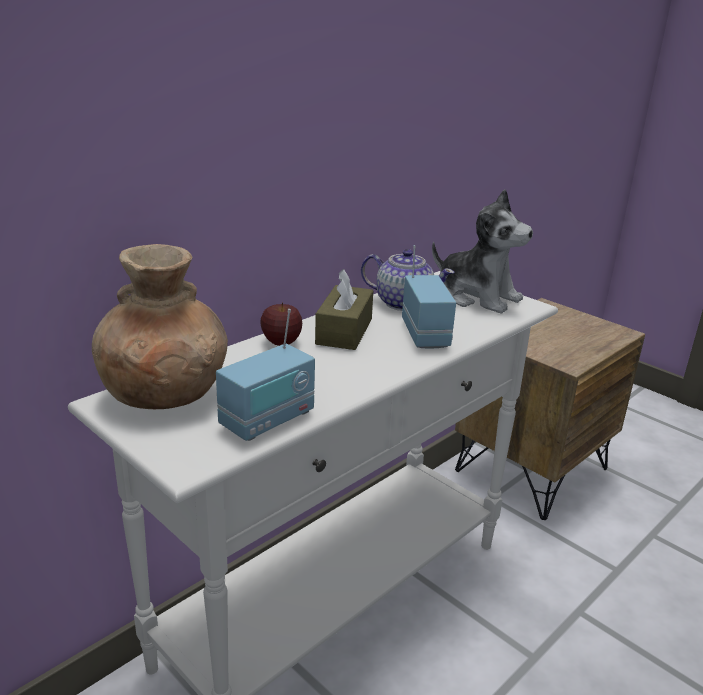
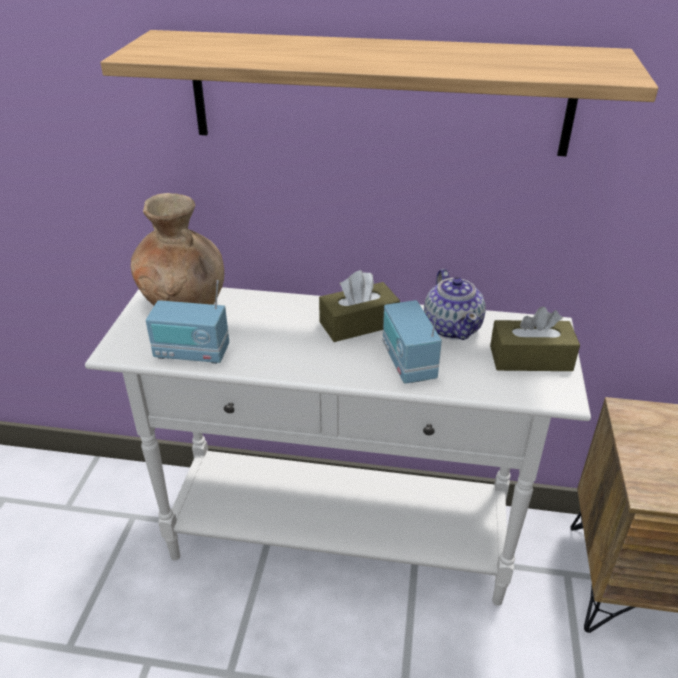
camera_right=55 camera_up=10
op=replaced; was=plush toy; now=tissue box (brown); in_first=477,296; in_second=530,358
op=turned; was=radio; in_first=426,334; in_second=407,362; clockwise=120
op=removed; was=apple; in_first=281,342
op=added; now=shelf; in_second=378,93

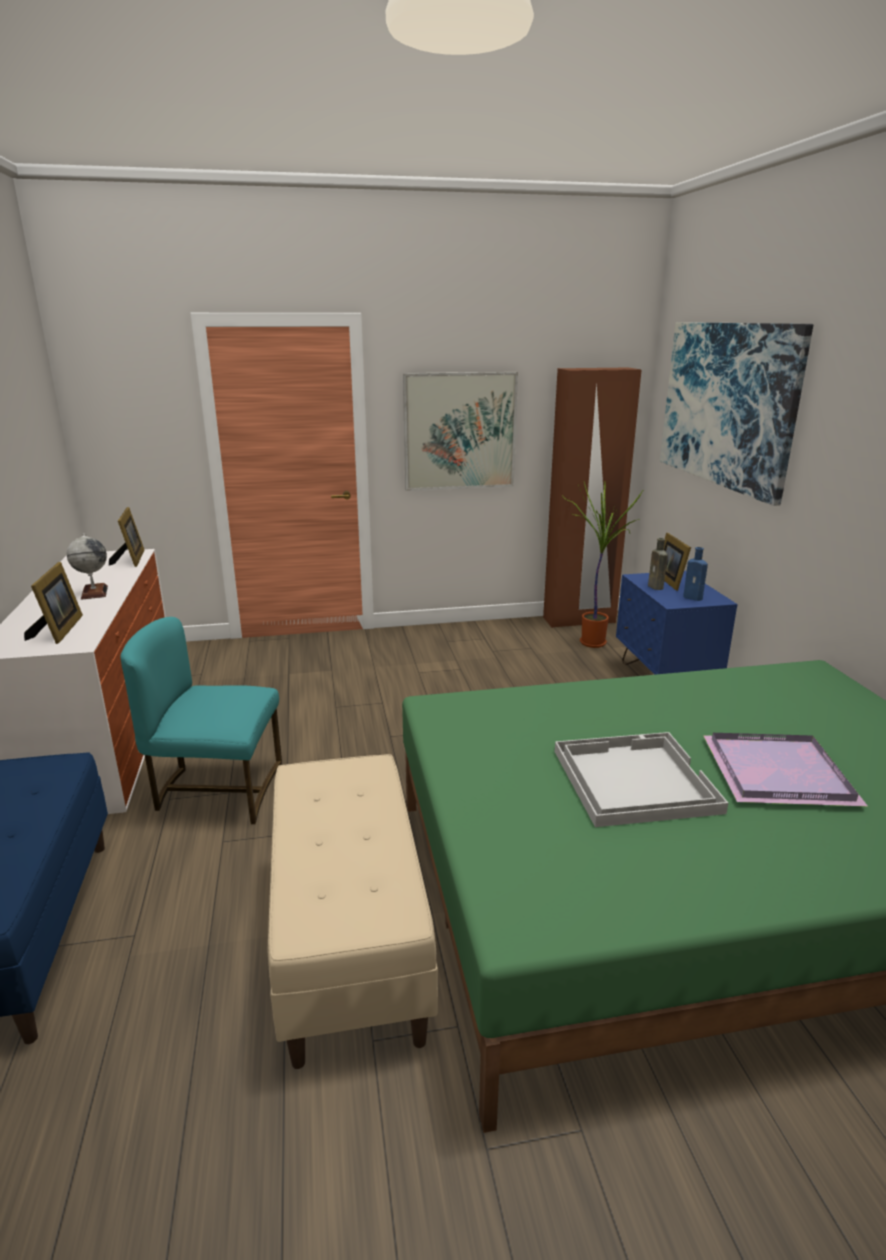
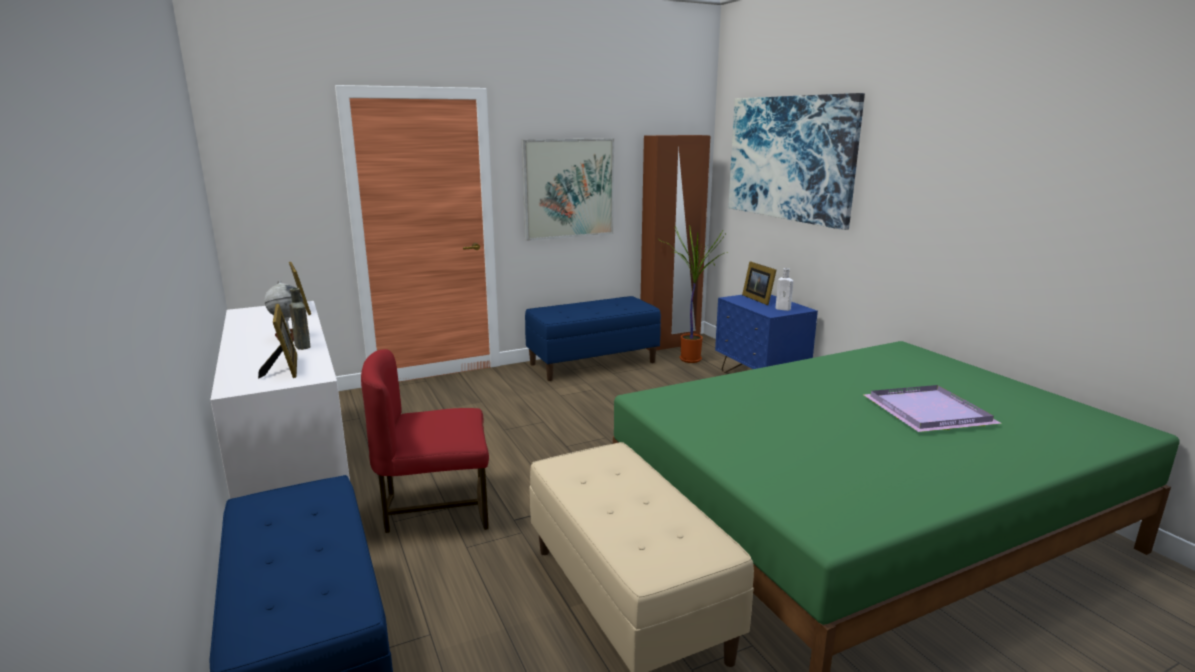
camera_right=-15 camera_up=-5
op=moved; was=bottle (brown); in_first=656,587; in_second=303,346
op=recoloured; was=bottle (blue); now=bottle (white); in_first=694,598; in_second=784,309
op=recoloured; was=chair (turquoise); now=chair (red); in_first=218,790; in_second=436,508
op=removed; was=tray (white); in_first=632,780
op=added; now=bench (blue); in_second=593,363

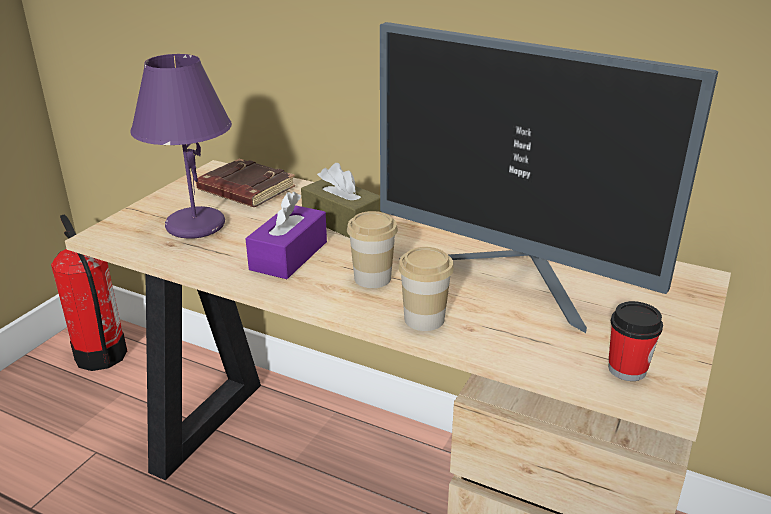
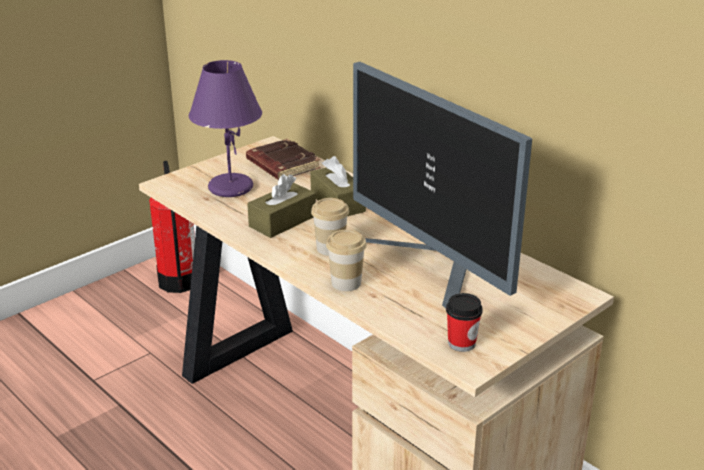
camera_right=20 camera_up=0
op=recoloured; was=tissue box (purple); now=tissue box (brown); in_first=289,256; in_second=282,221

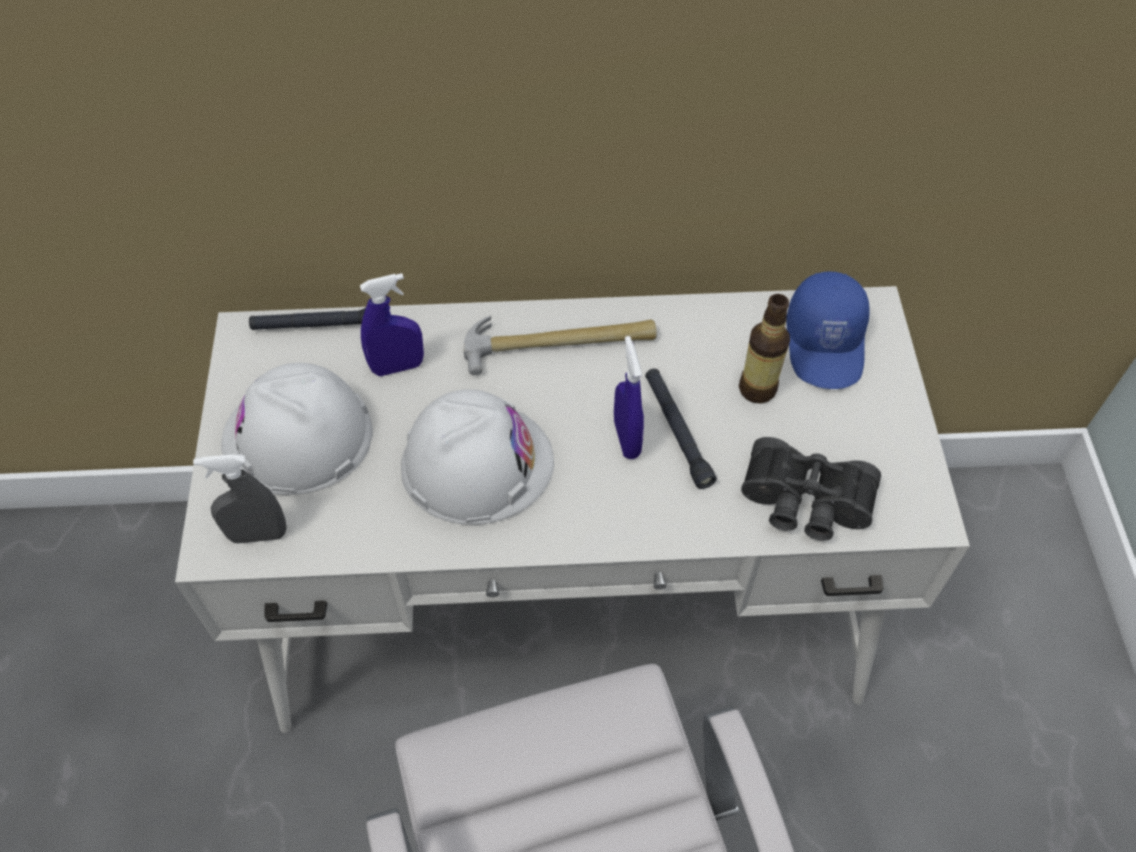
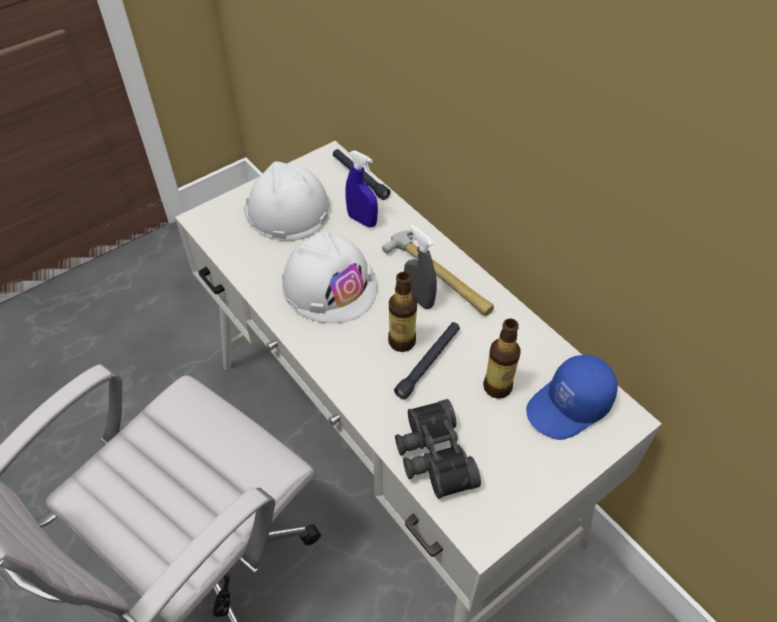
camera_right=55 camera_up=-5
op=replaced; was=spray bottle (blue); now=bottle; in_first=626,439; in_second=402,341
op=moved; was=spray bottle (grey); in_first=258,535; in_second=419,299

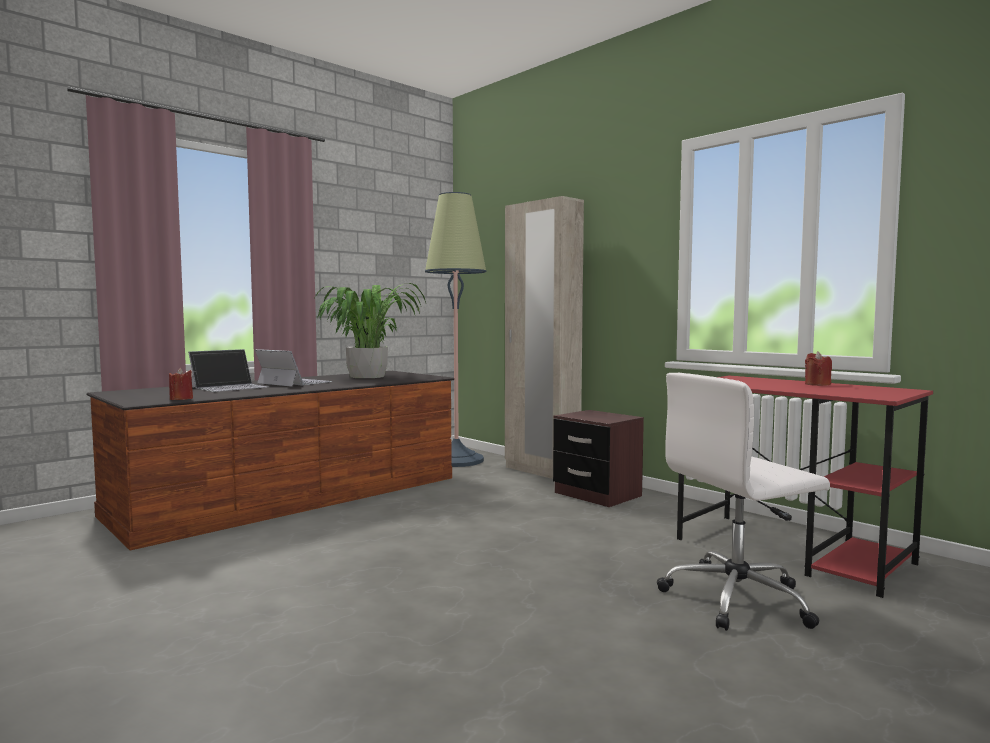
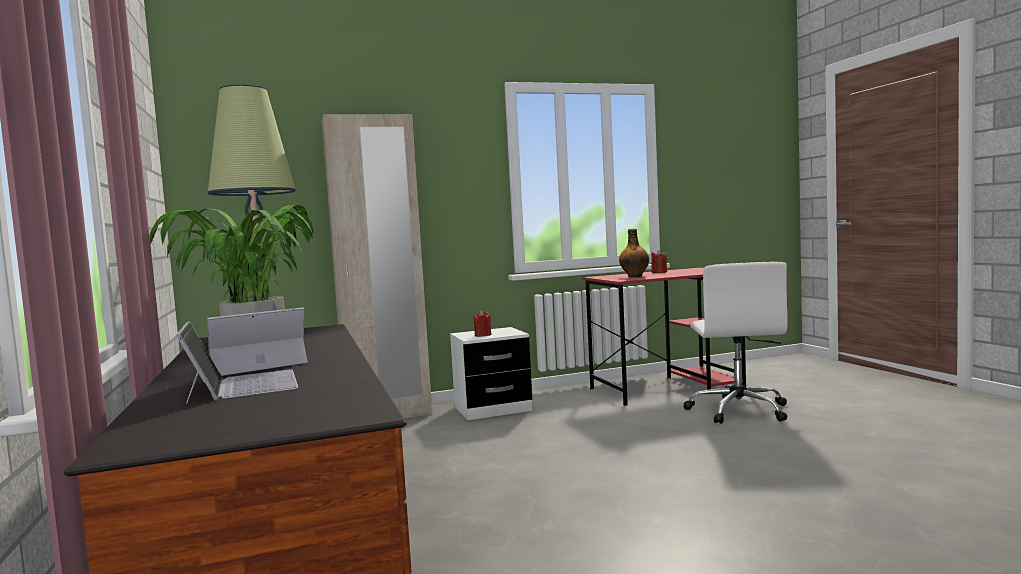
camera_right=-65 camera_up=0
op=moved; was=candle (red); in_first=181,399; in_second=483,335
op=recoloured; was=nightstand (brown); now=nightstand (white); in_first=597,495; in_second=492,409
op=added; now=bottle; in_second=635,276

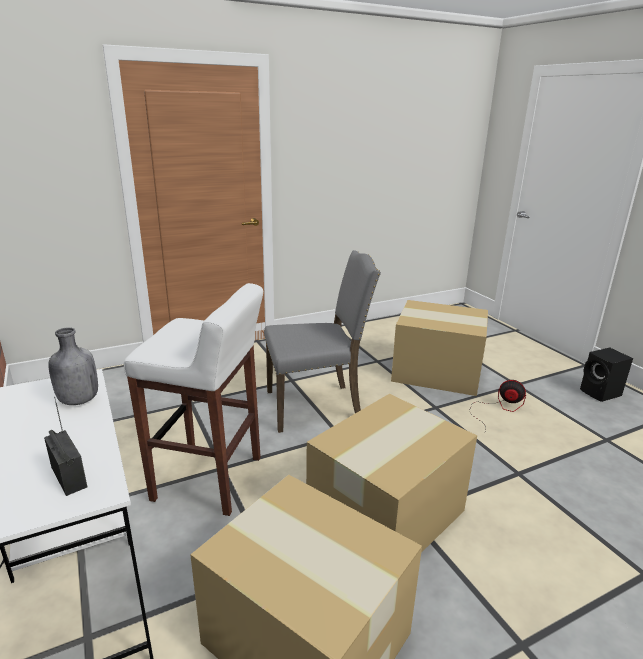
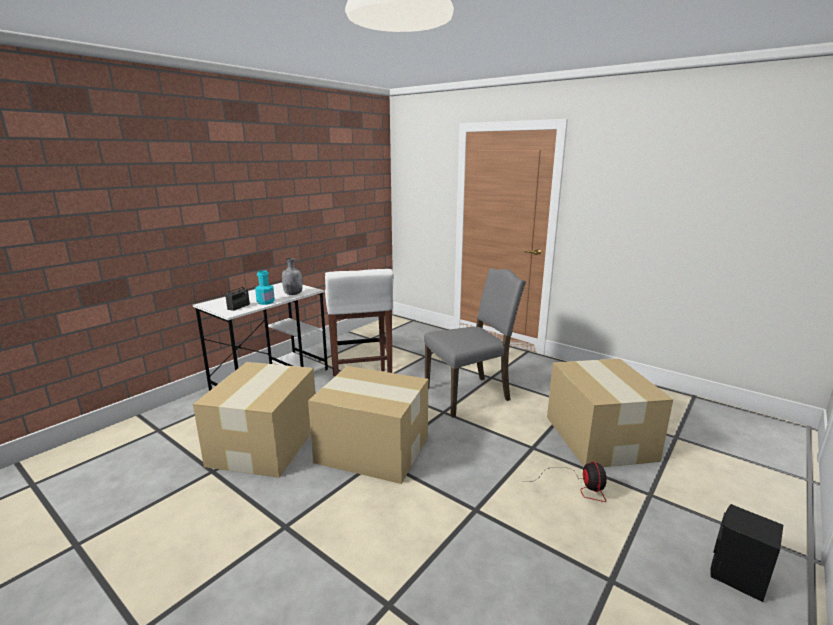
camera_right=65 camera_up=-5
op=turned; was=chair (grey); in_first=315,405; in_second=469,394; clockwise=-75
op=added; now=bottle (turquoise); in_second=265,302

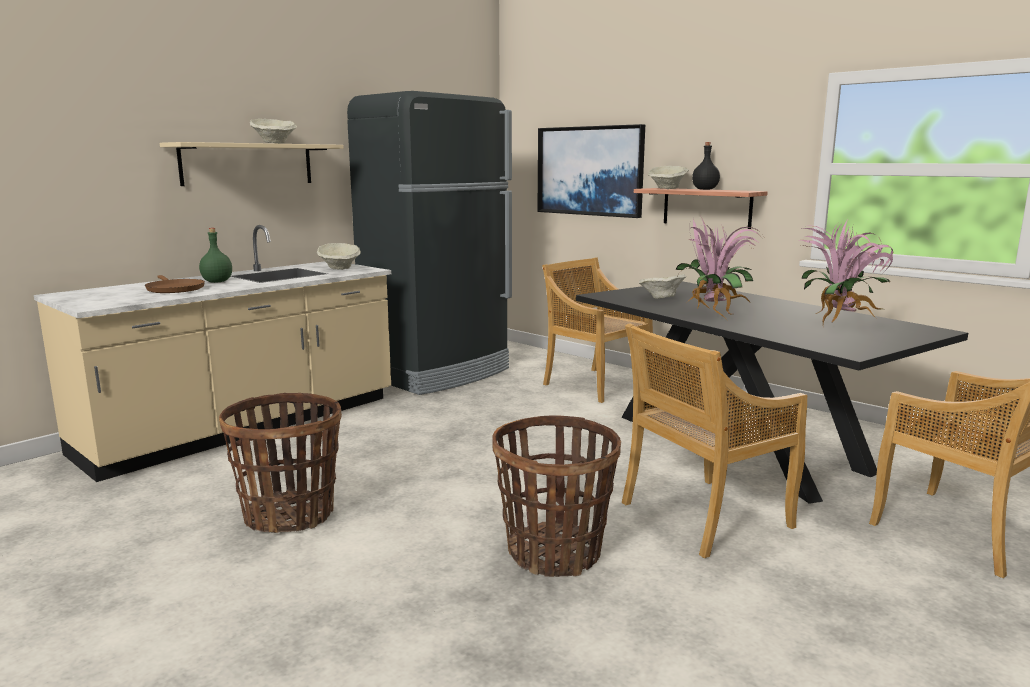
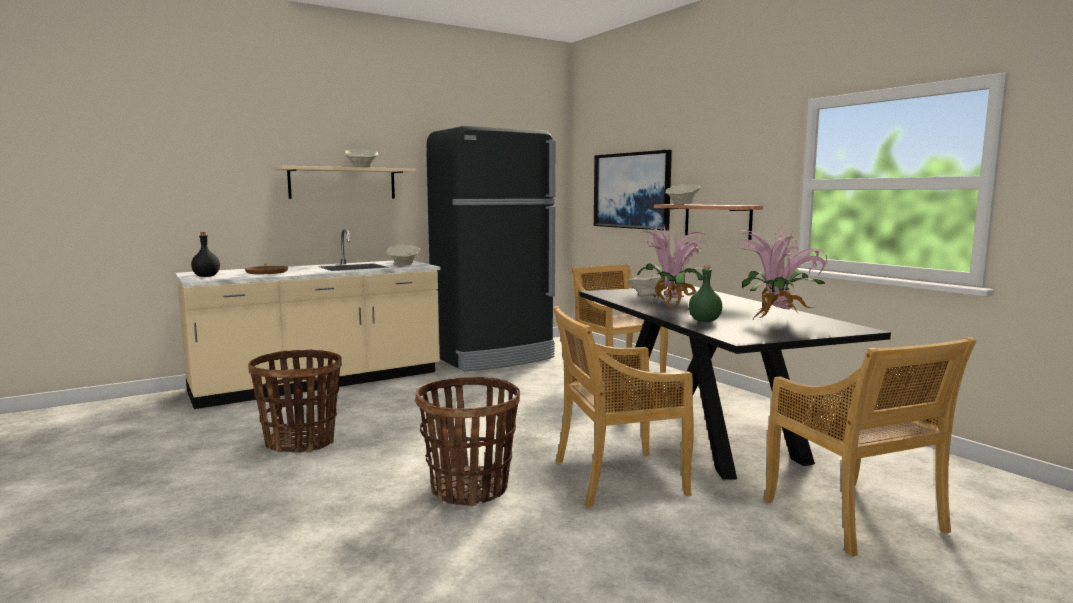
camera_right=15 camera_up=-5
op=moved; was=bottle (black); in_first=704,189; in_second=206,276
op=moved; was=bottle (green); in_first=218,282; in_second=705,321

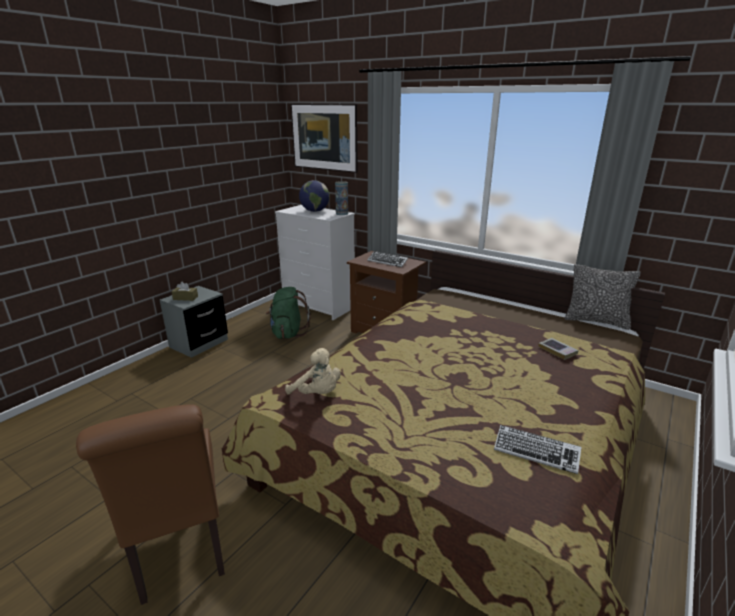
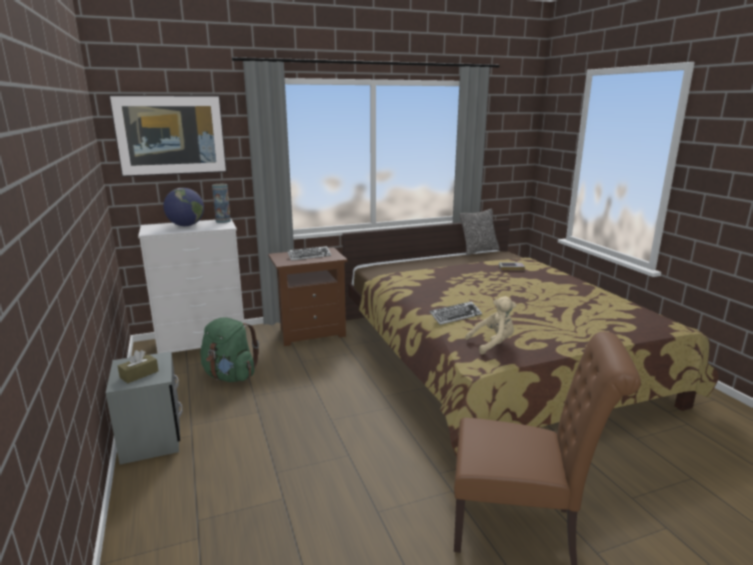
camera_right=-55 camera_up=-5
op=moved; was=keyboard; in_first=536,452; in_second=455,316

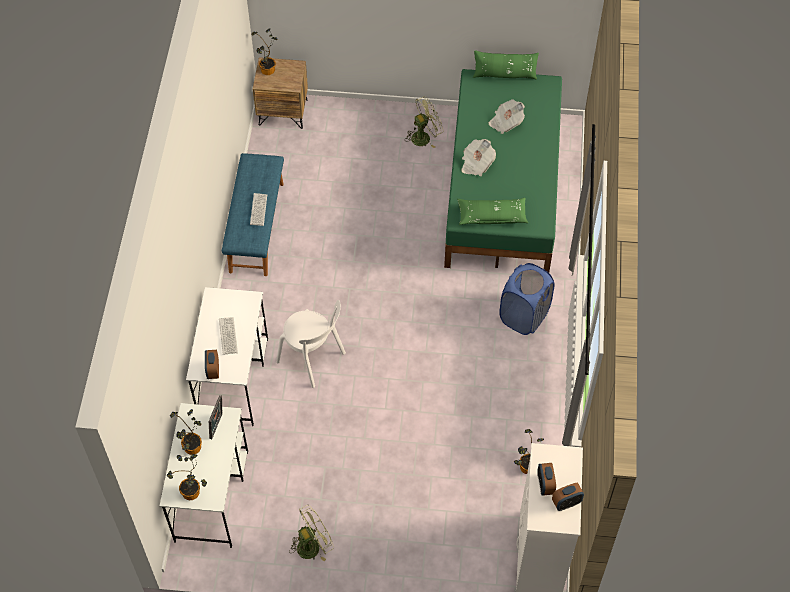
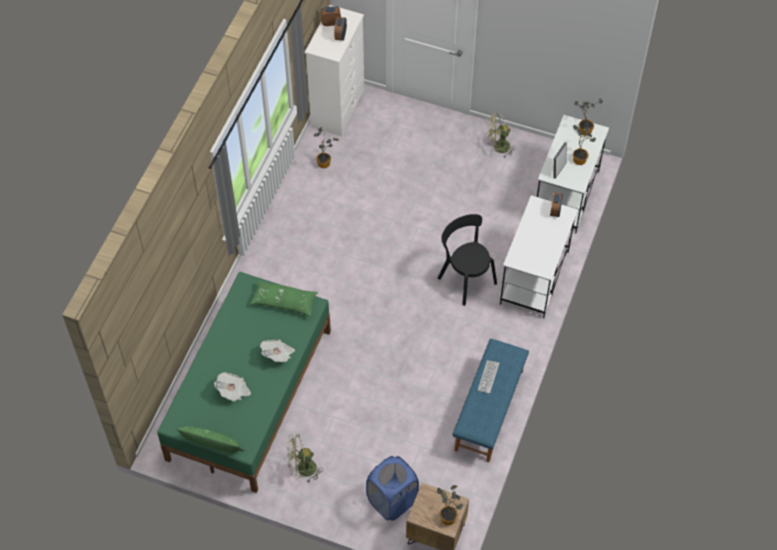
camera_right=-165 camera_up=0
op=moved; was=laundry basket (blue); in_first=524,316; in_second=392,500
op=recoloured; was=chair (white); now=chair (black); in_first=313,359; in_second=465,278
op=removed; was=keyboard; in_first=228,336

